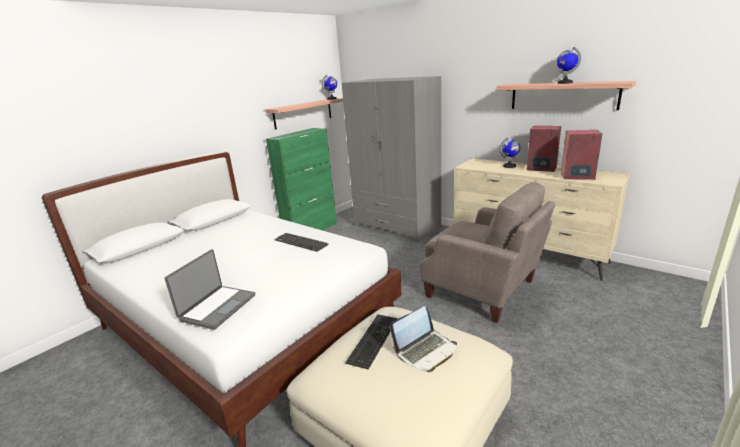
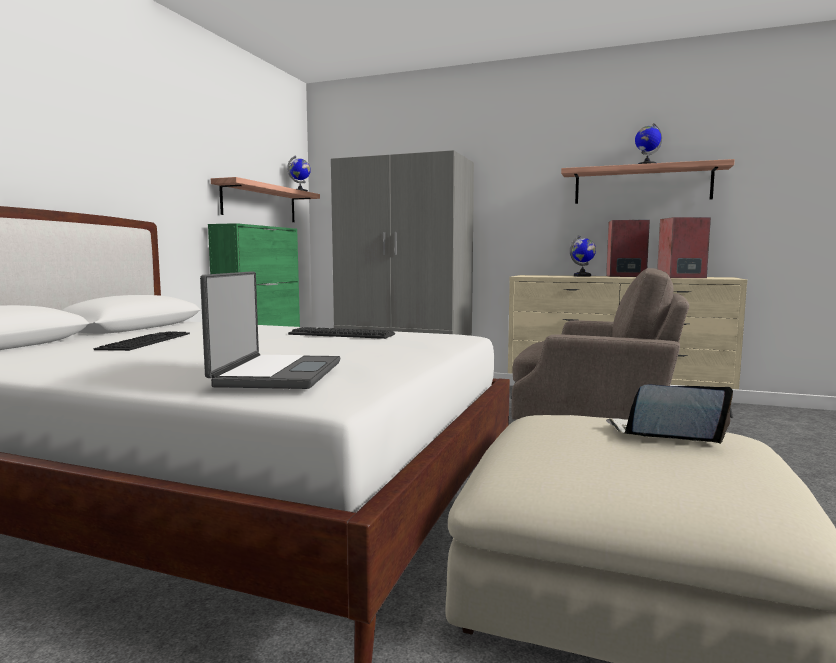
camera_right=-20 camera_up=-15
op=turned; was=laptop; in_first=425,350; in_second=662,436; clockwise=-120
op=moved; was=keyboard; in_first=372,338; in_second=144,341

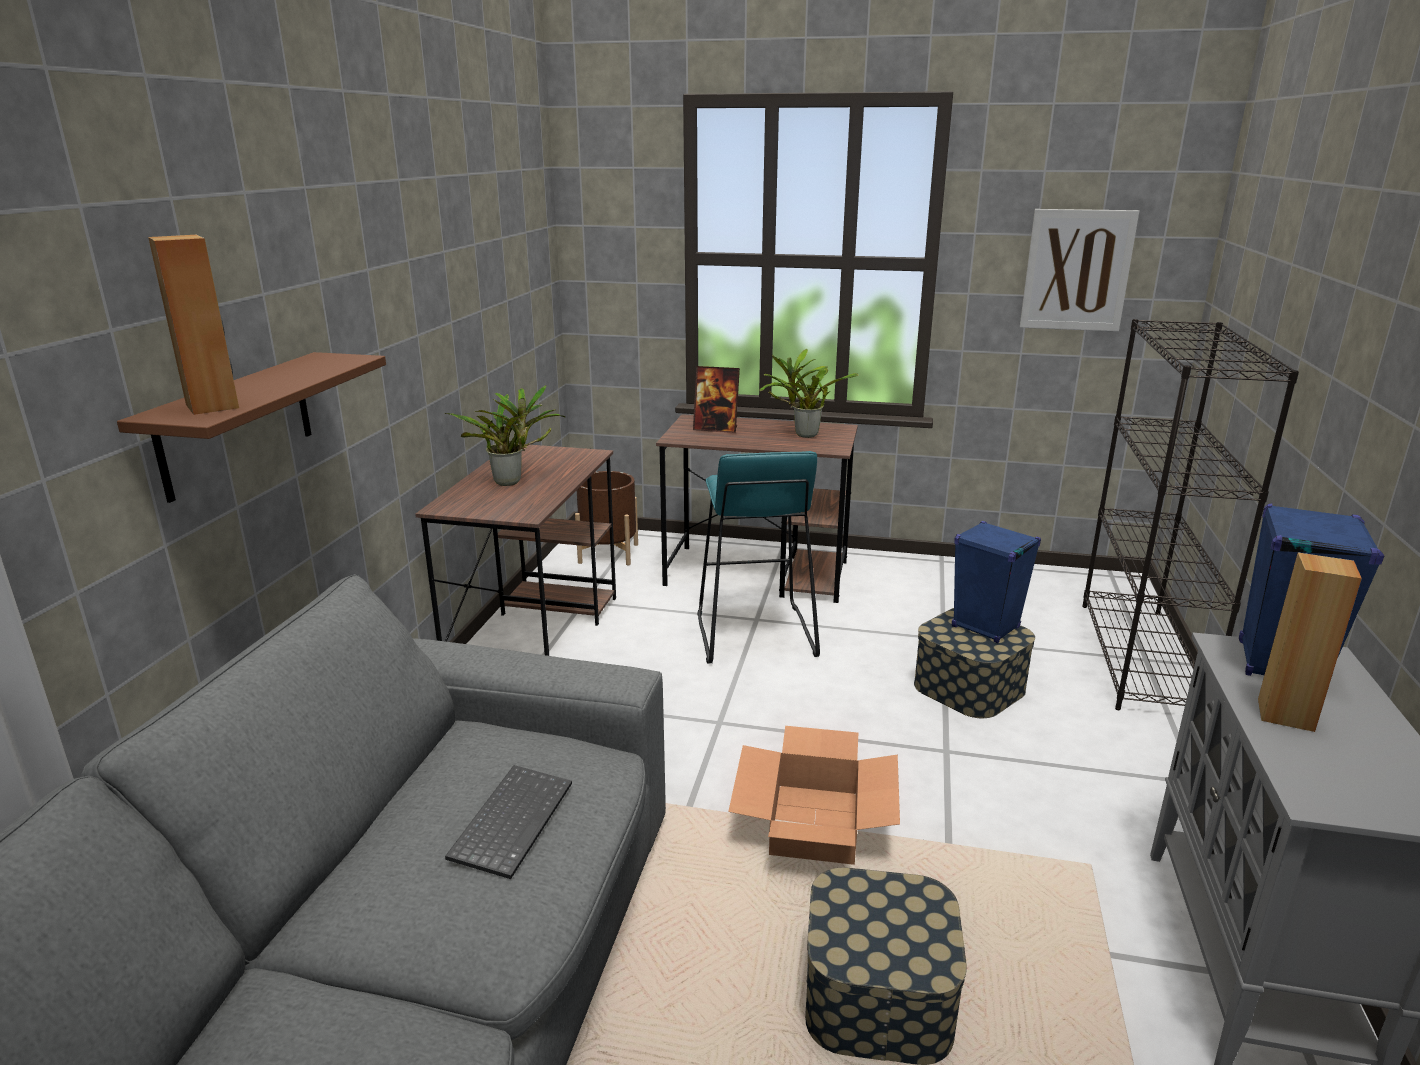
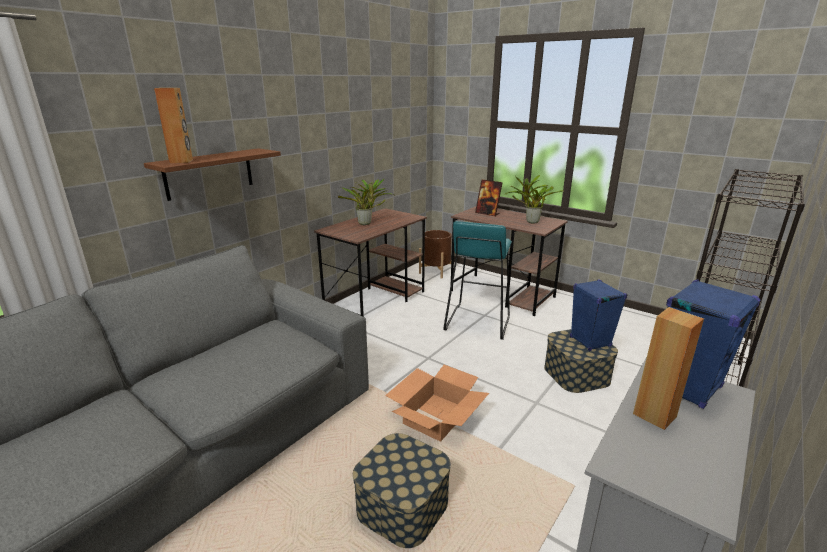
camera_right=25 camera_up=0
op=removed; was=picture; in_first=1077,270
op=removed; was=keyboard; in_first=511,820

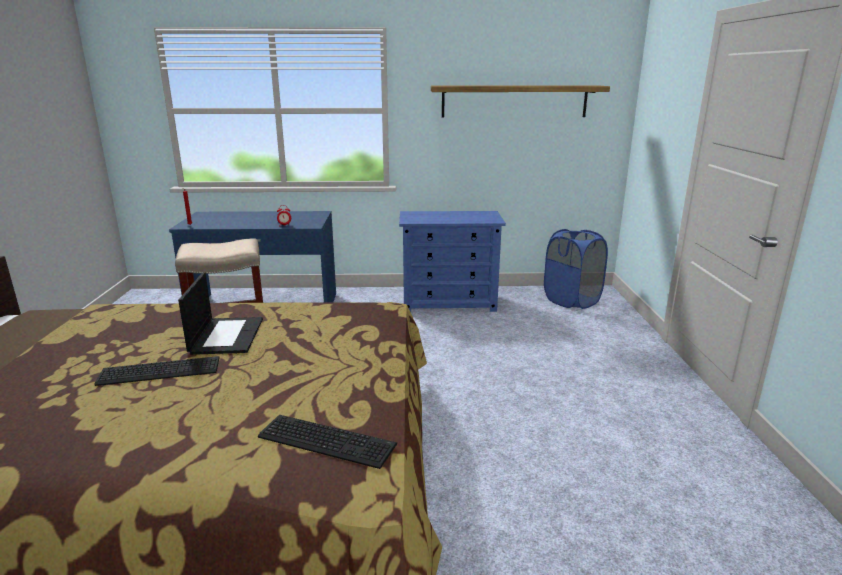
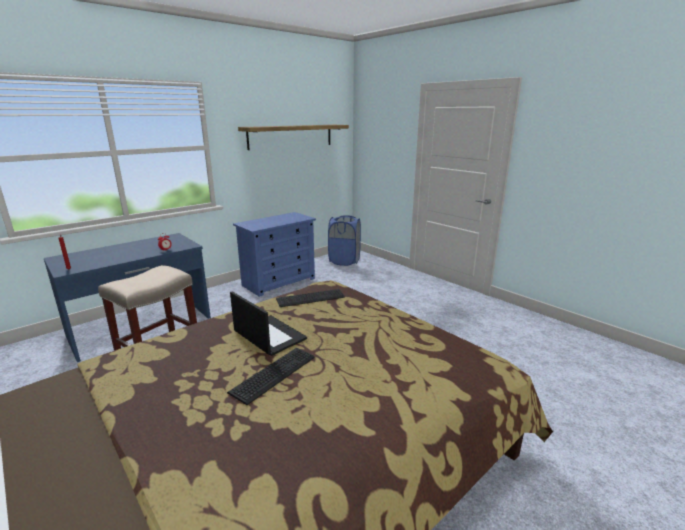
camera_right=-40 camera_up=0
op=moved; was=keyboard; in_first=326,439; in_second=309,297

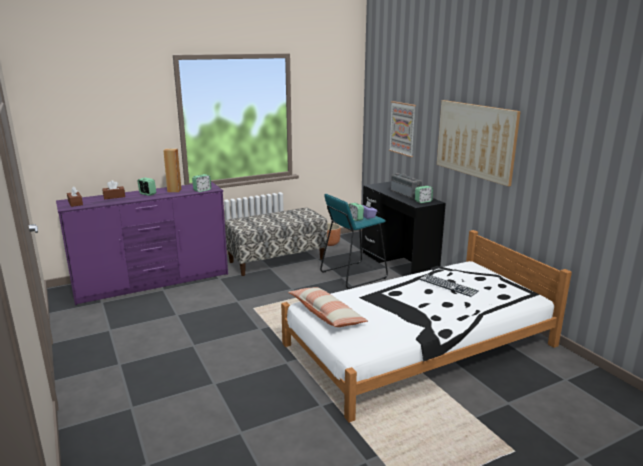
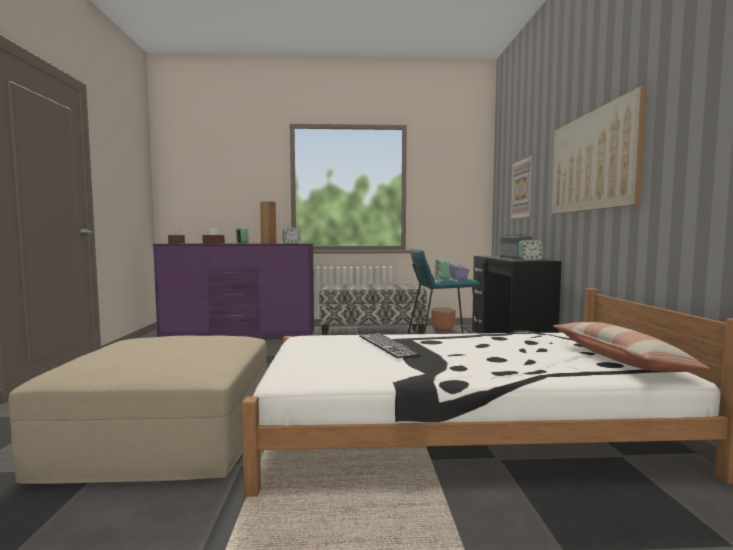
camera_right=25 camera_up=-15
op=moved; was=keyboard; in_first=448,285; in_second=387,345
op=moved; was=pillow; in_first=326,315; in_second=620,360
op=added; now=ottoman (beige); in_second=168,435

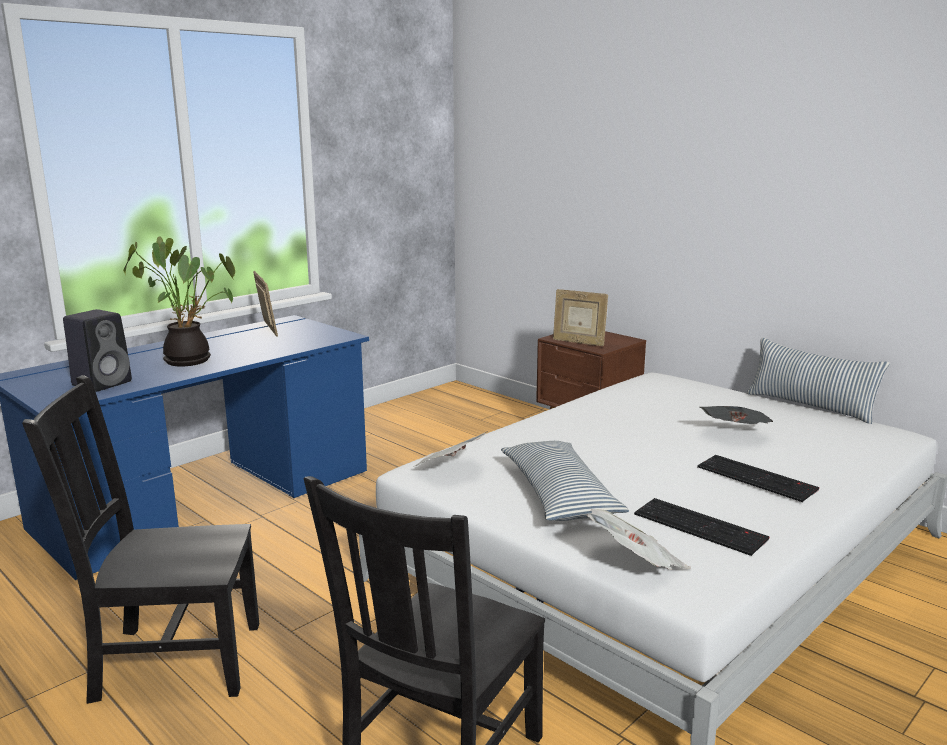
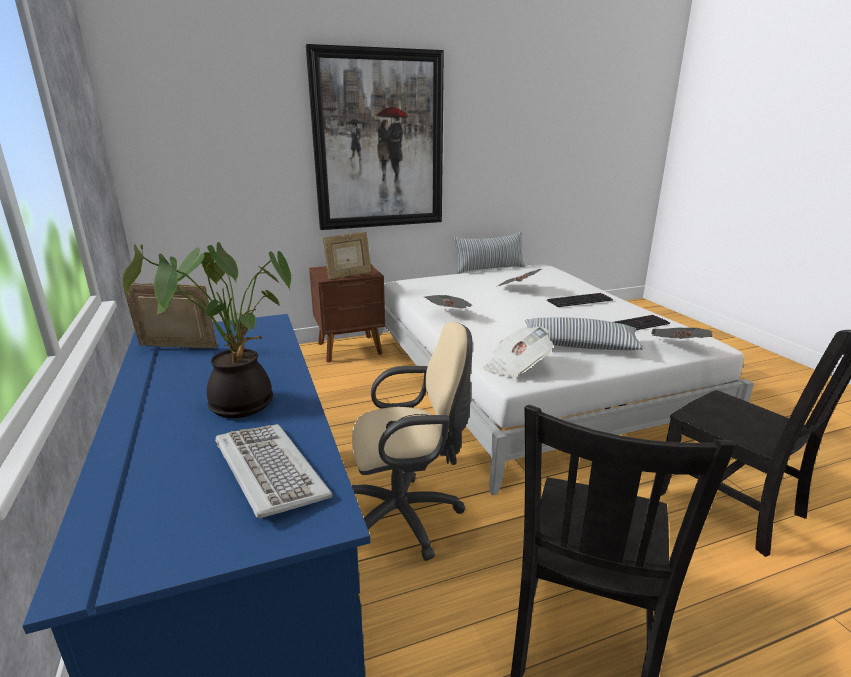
camera_right=-65 camera_up=5
op=replaced; was=speaker (black); now=keyboard; in_first=103,383; in_second=268,472
op=added; now=picture; in_second=379,141
op=added; now=newspaper; in_second=449,315
op=added; now=office chair (beige); in_second=407,517

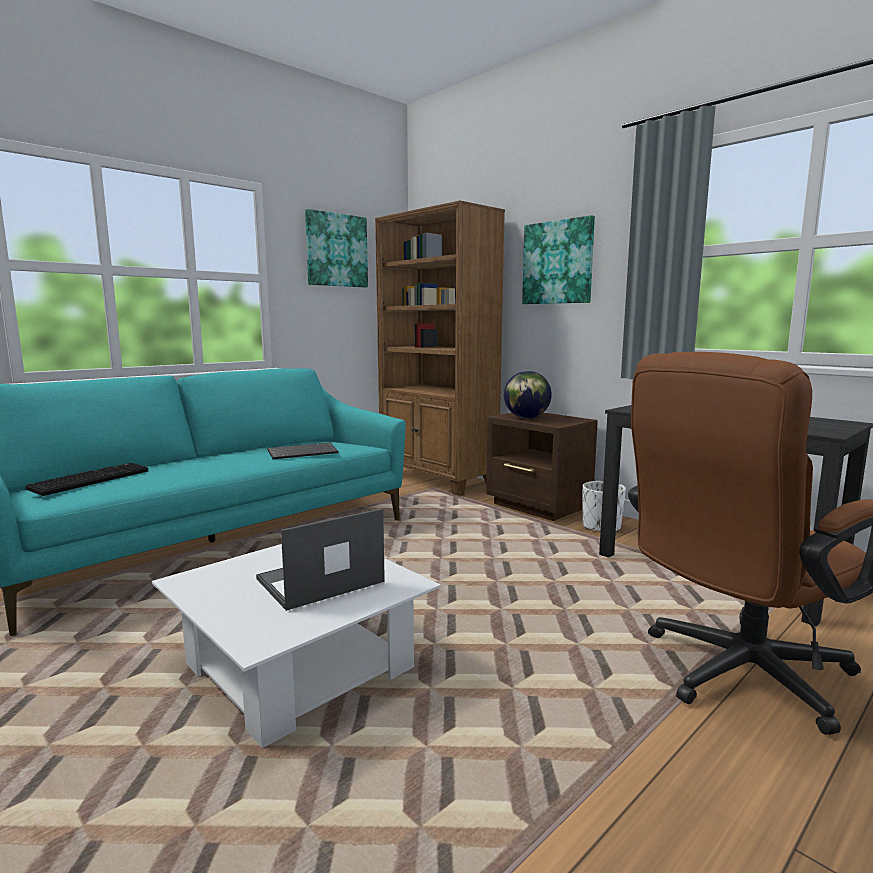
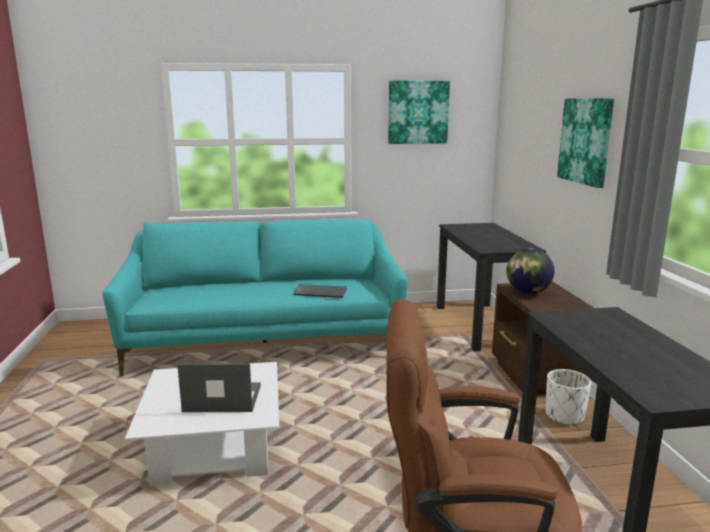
camera_right=35 camera_up=5
op=replaced; was=bookcase (brown); now=desk (black); in_first=437,479; in_second=481,326
op=removed; was=keyboard; in_first=91,480

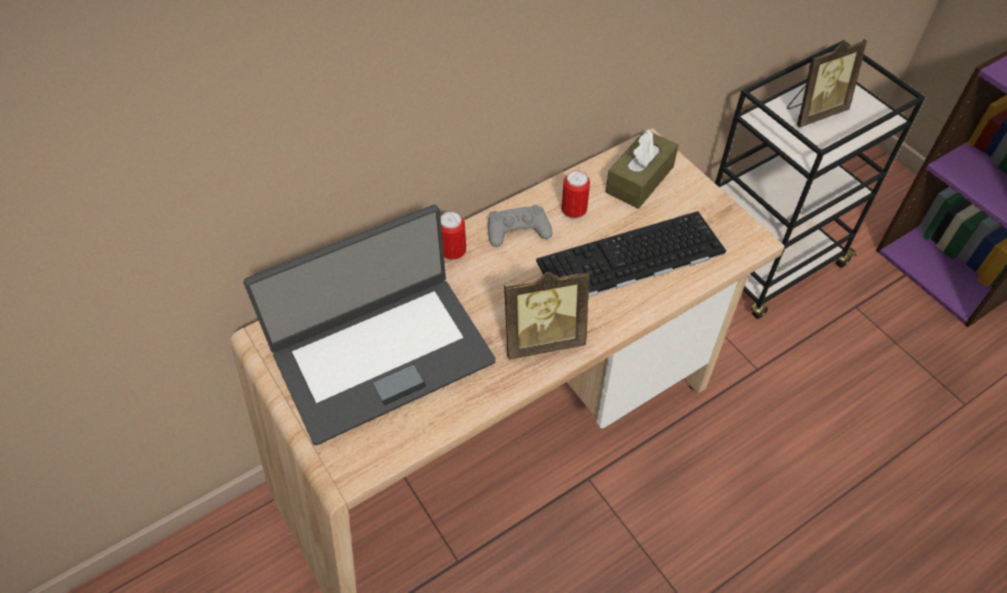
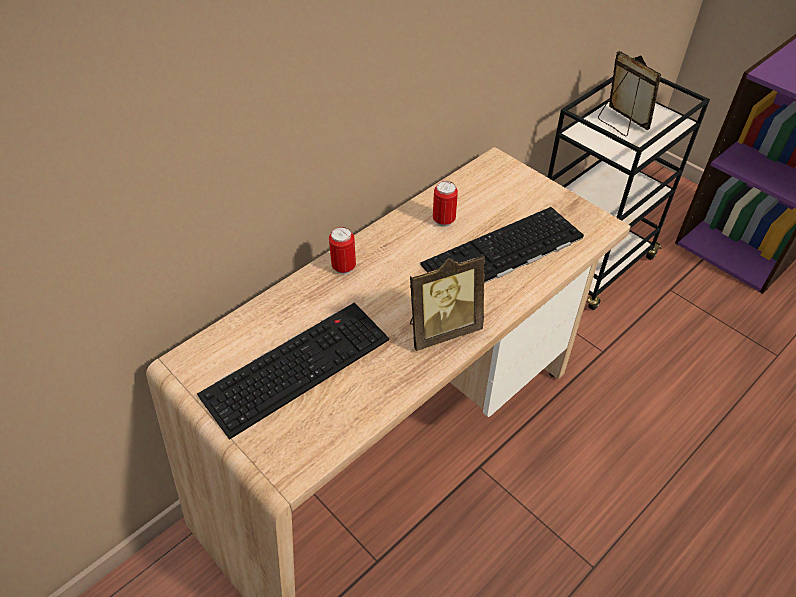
camera_right=-10 camera_up=-5
op=turned; was=picture frame; in_first=814,112; in_second=620,123; clockwise=-90
op=removed; was=tissue box (brown); in_first=639,179
op=replaced; was=laptop; now=keyboard; in_first=382,355; in_second=297,364
op=removed; was=game controller (grey); in_first=518,230

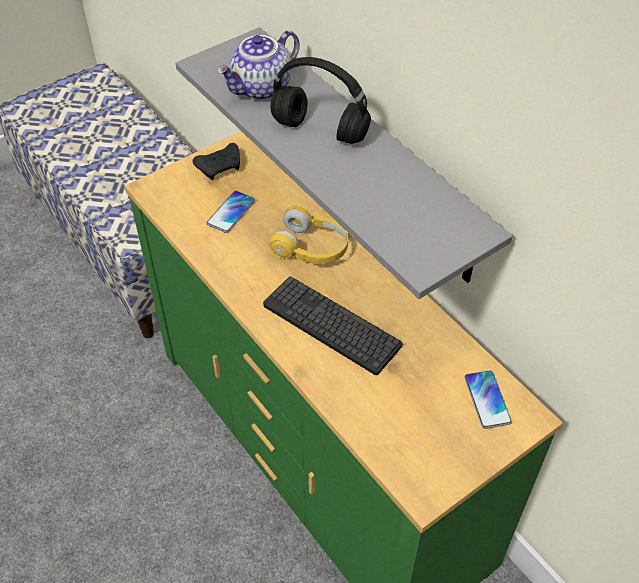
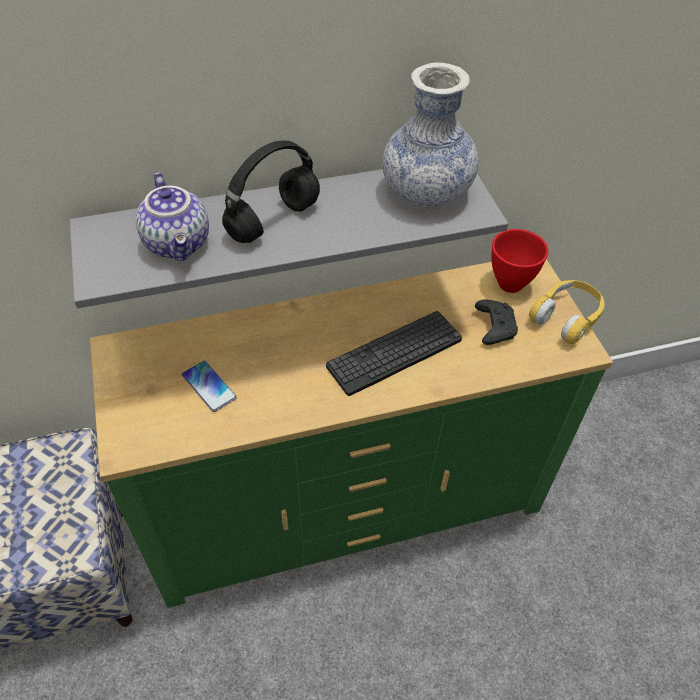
camera_right=-70 camera_up=0
op=moved; was=game controller (black); in_first=220,167; in_second=494,327
op=moved; was=headphones (yellow); in_first=311,248; in_second=566,318
op=replaced; was=phone; now=bowl (red); in_first=487,400; in_second=509,283
op=added; now=vase; in_second=426,192

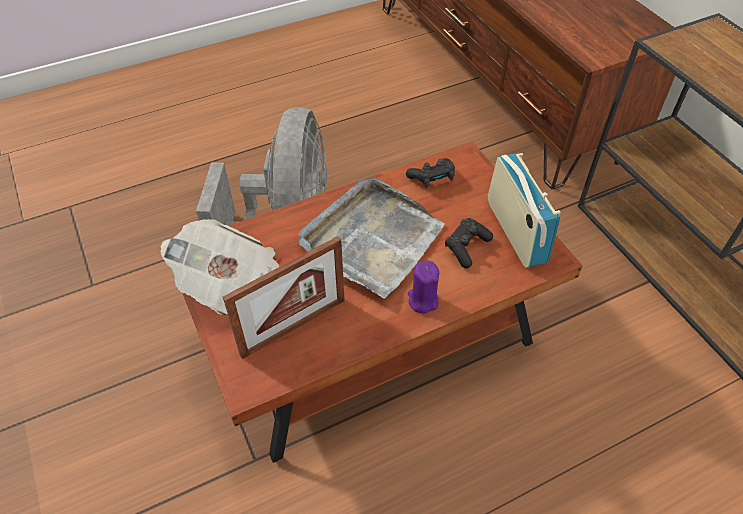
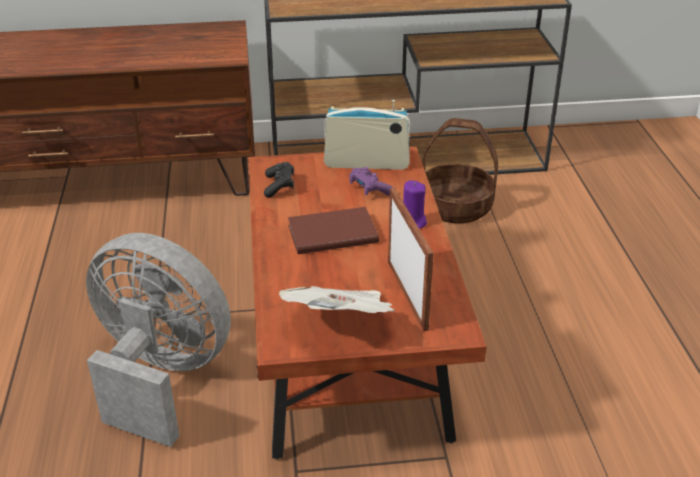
camera_right=-70 camera_up=-15
op=replaced; was=tray (grey); now=book (brown); in_first=372,239; in_second=331,233
op=recoloured; was=game controller (black); now=game controller (purple); in_first=466,247; in_second=369,189
op=added; now=basket; in_second=456,206

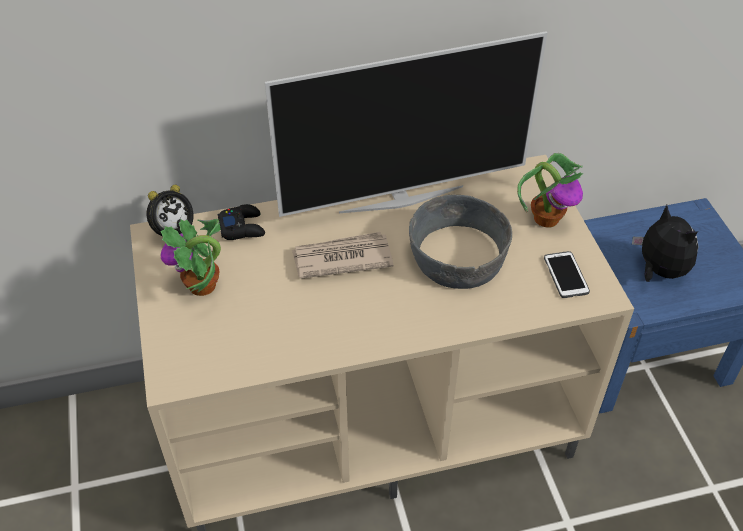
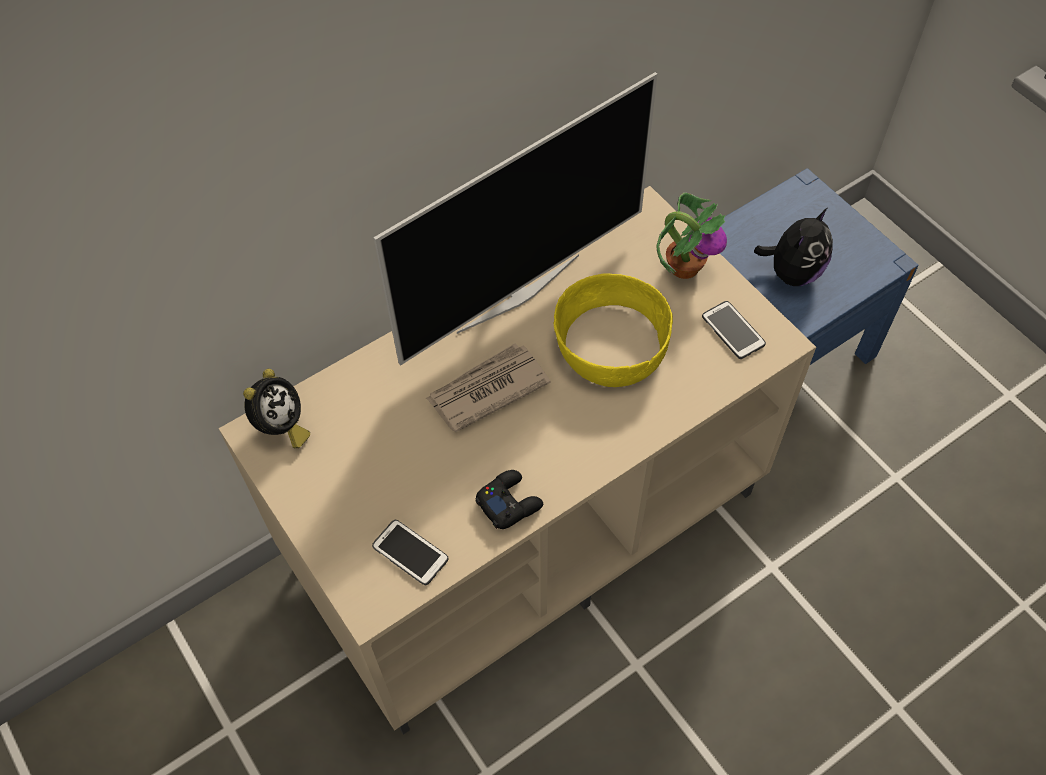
camera_right=-20 camera_up=10
op=recoloured; was=bowl (grey); now=bowl (yellow); in_first=456,255; in_second=609,344
op=moved; was=game controller (black); in_first=242,227; in_second=509,502
op=turned; was=plush toy; in_first=659,271; in_second=792,272; clockwise=90
op=removed; was=potted plant; in_first=202,286
op=added; now=phone; in_second=410,553

